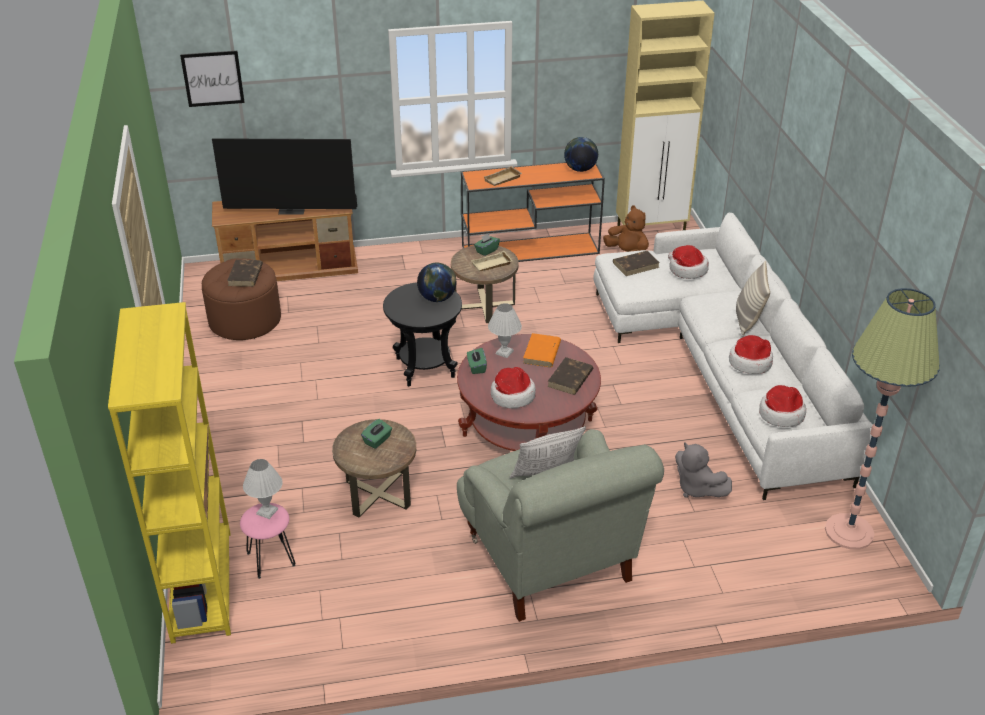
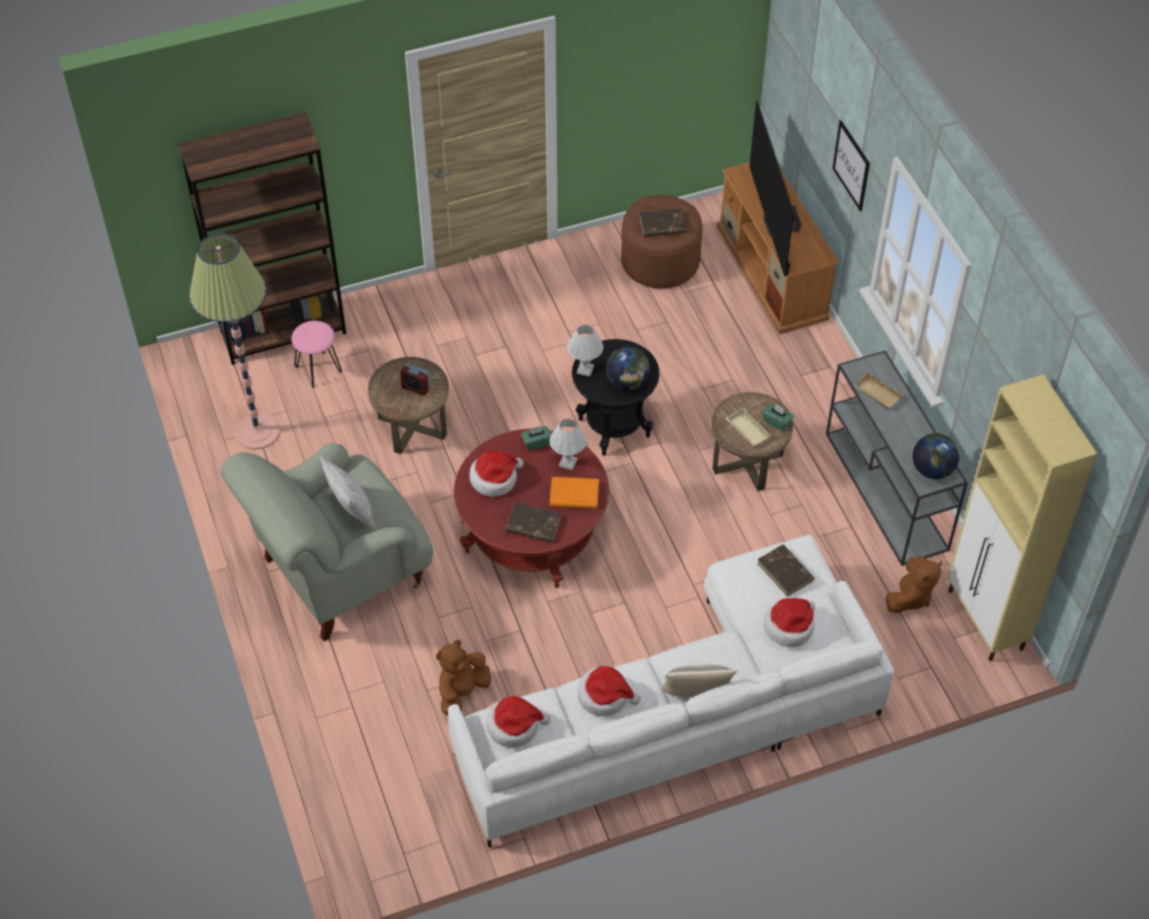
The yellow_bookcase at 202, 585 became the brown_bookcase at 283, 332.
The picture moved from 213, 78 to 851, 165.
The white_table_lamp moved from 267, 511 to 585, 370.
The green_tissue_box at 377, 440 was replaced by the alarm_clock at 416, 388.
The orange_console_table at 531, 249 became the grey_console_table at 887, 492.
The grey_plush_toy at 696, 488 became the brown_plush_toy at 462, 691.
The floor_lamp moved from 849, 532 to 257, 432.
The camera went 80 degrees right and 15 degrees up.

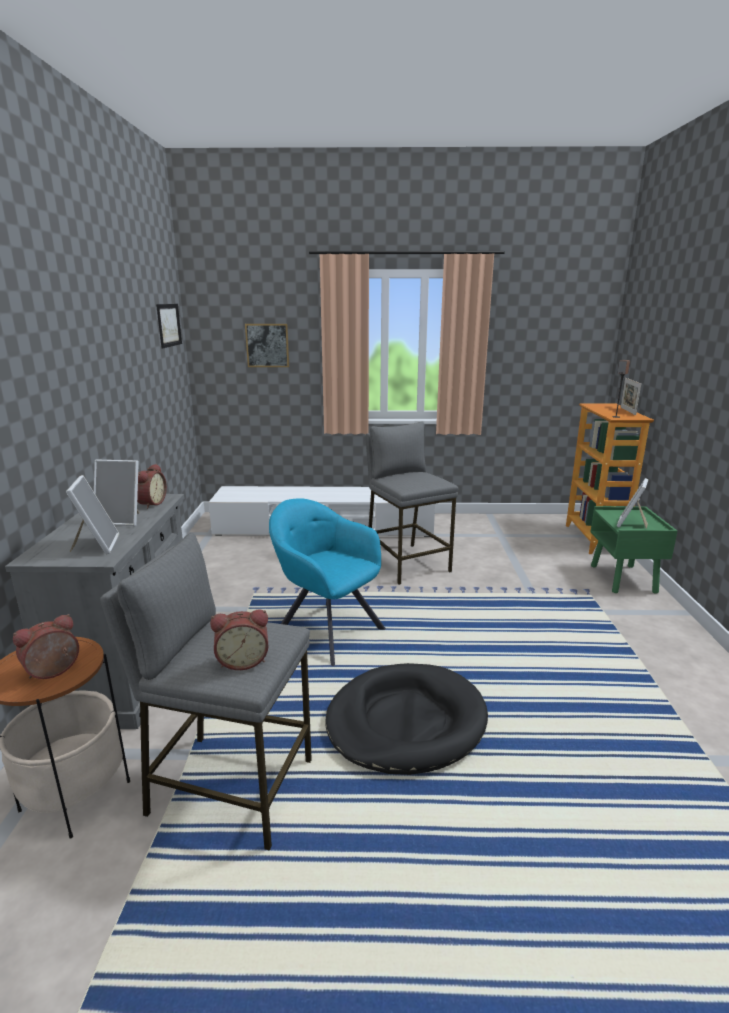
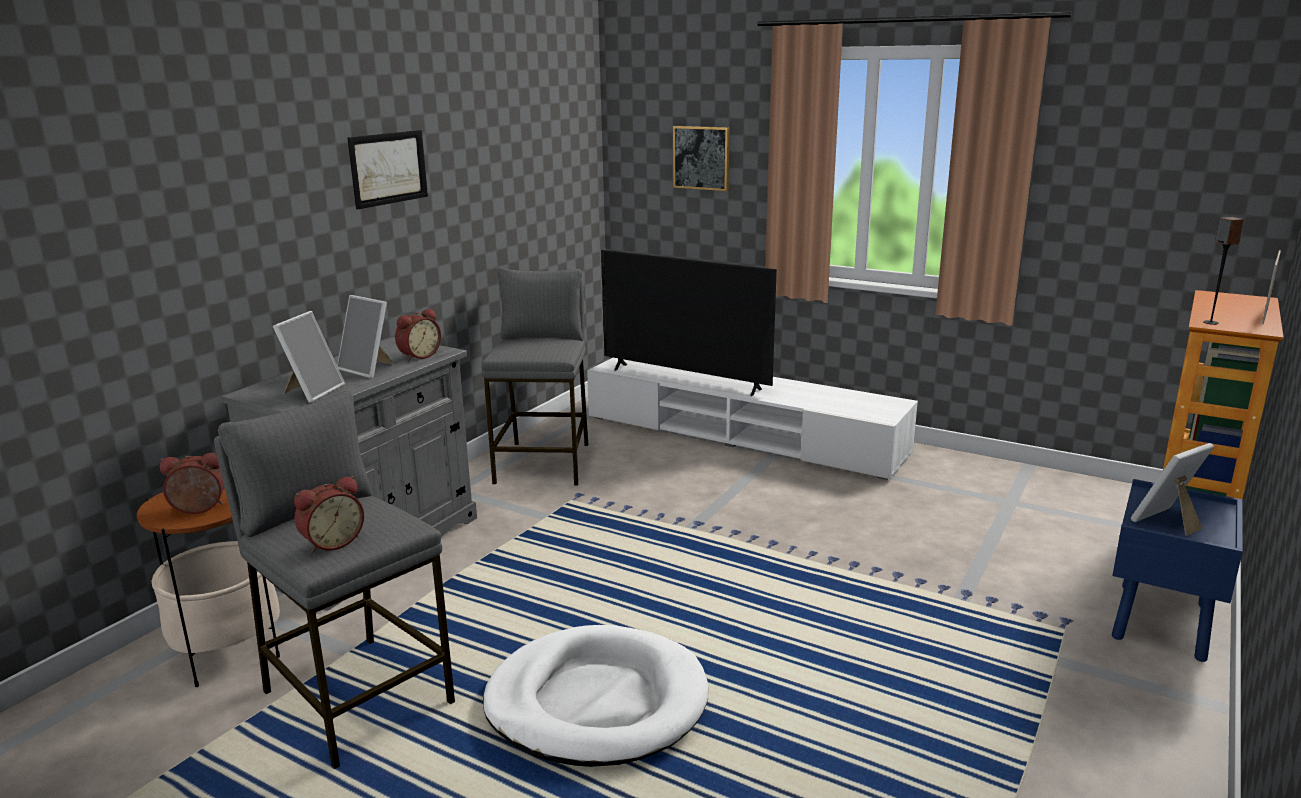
The picture moved from 169, 325 to 388, 168.
The alarm_clock at 243, 660 turned 60 degrees counterclockwise.
The turquoise_armchair at 326, 630 disappeared.
The black_dog_bed at 405, 722 became the white_dog_bed at 597, 702.
The grey_stool moved from 407, 563 to 544, 463.
The green_nightstand at 623, 579 became the blue_nightstand at 1162, 623.
The television at 685, 379 appeared.
The camera went 30 degrees right and 0 degrees up.

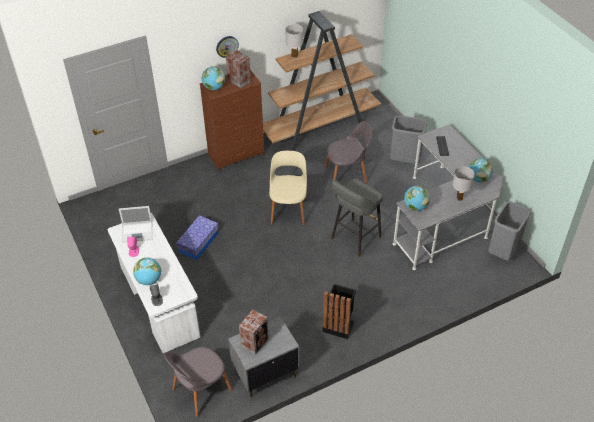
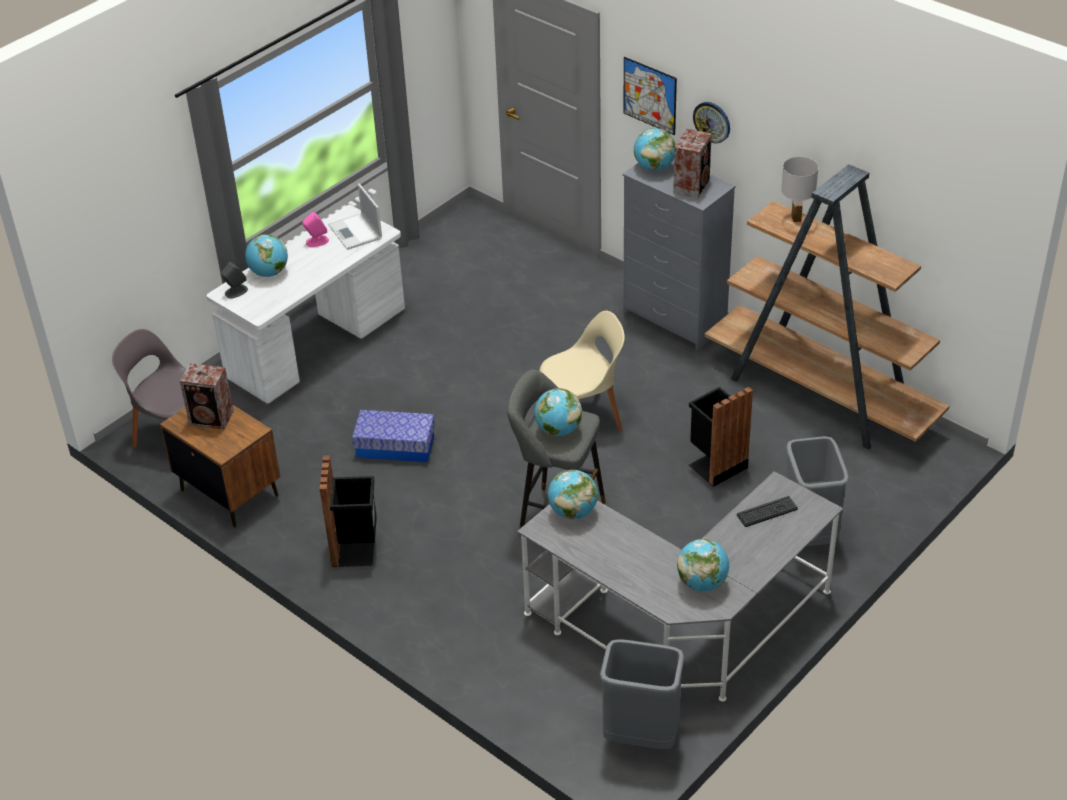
The storage_box moved from 198, 242 to 395, 446.
The brown_dresser at 237, 155 became the grey_dresser at 675, 320.
The grey_nightstand at 265, 373 became the brown_nightstand at 229, 492.
The grey_chair at 347, 174 was replaced by the black_trash_can at 715, 465.
The white_table_lamp at 459, 198 disappeared.
The globe at 558, 430 appeared.
The picture at 650, 95 appeared.
The camera went 70 degrees right and 5 degrees down.

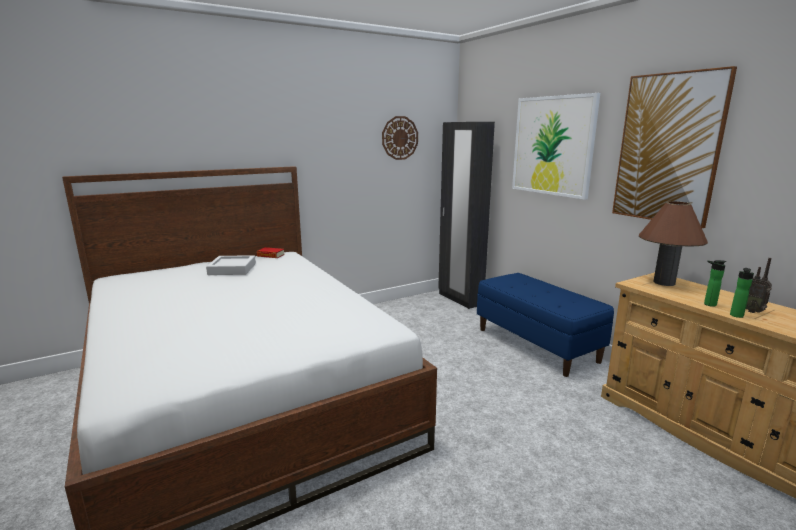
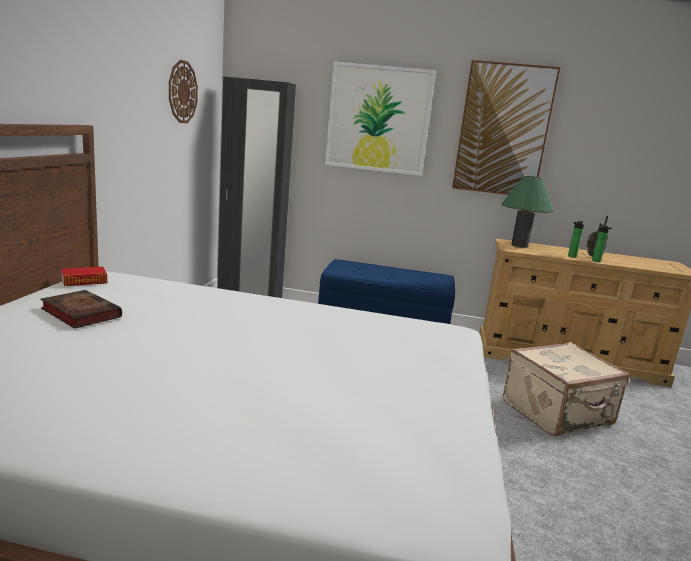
The grey_tray at 232, 269 was replaced by the book at 79, 313.
The brown_table_lamp at 664, 282 became the green_table_lamp at 519, 245.
The beige_suitcase at 558, 414 appeared.
The camera went 50 degrees left and 0 degrees up.

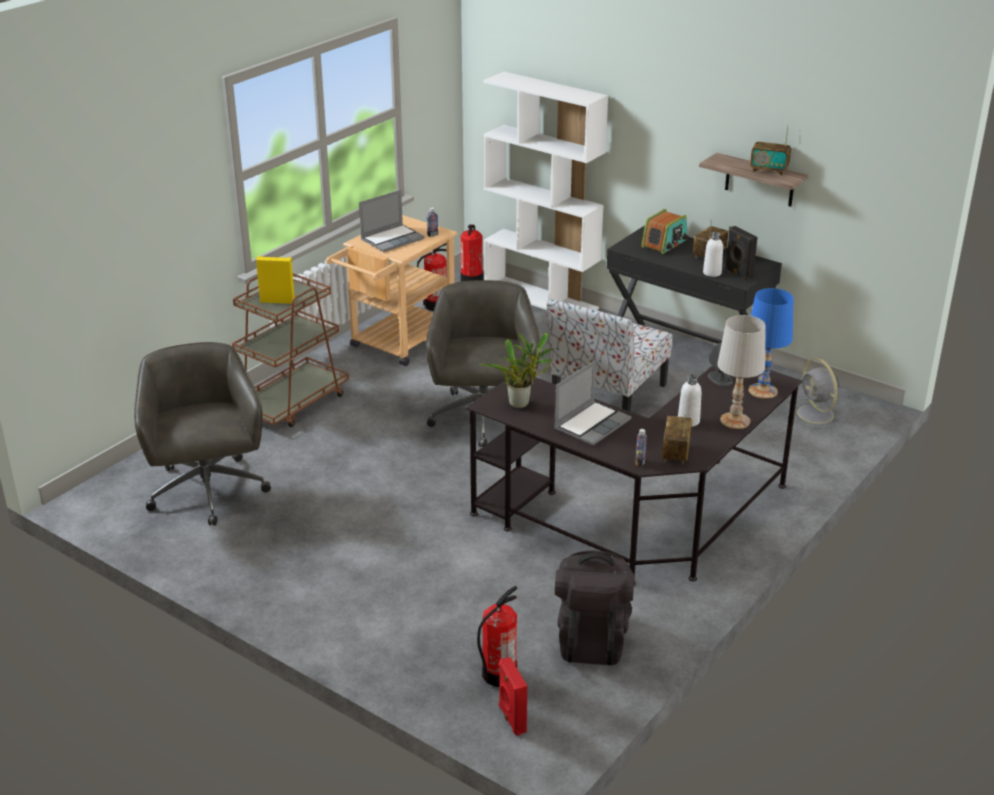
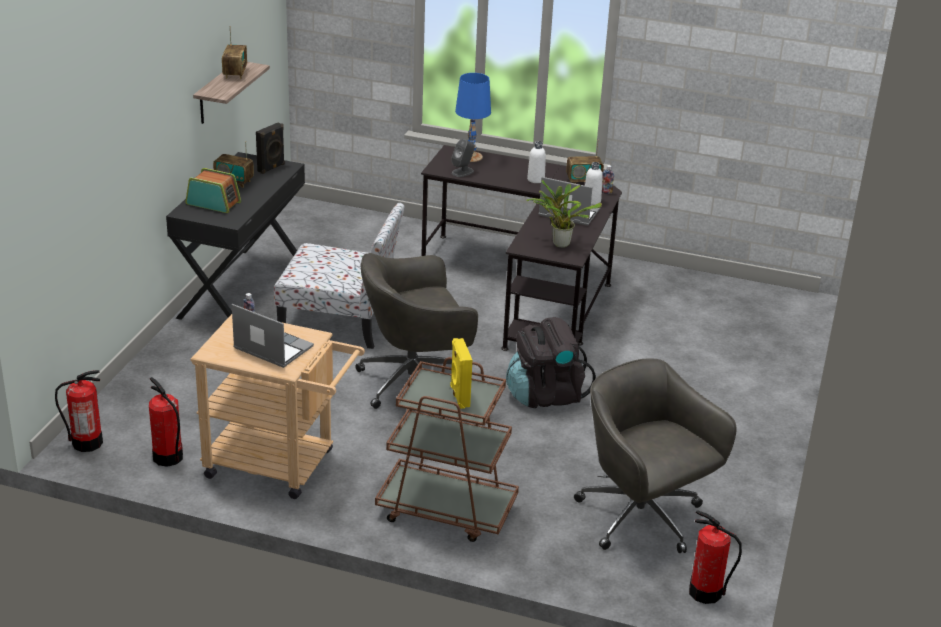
The grey_office_chair at 208, 493 turned 90 degrees clockwise.
The fire_extinguisher moved from 498, 675 to 705, 592.
The white_bookcase at 541, 298 disappeared.
The red_speaker at 511, 719 disappeared.
The black_backpack moved from 592, 639 to 545, 395.
The white_bottle moved from 712, 273 to 592, 201.
The white_table_lamp at 735, 420 disappeared.
The grey_fan at 816, 415 disappeared.
The camera went 110 degrees left and 0 degrees up.

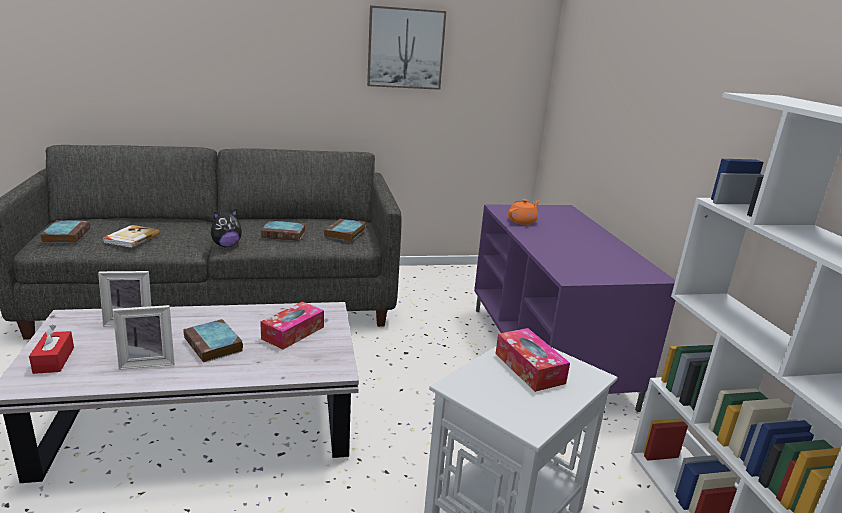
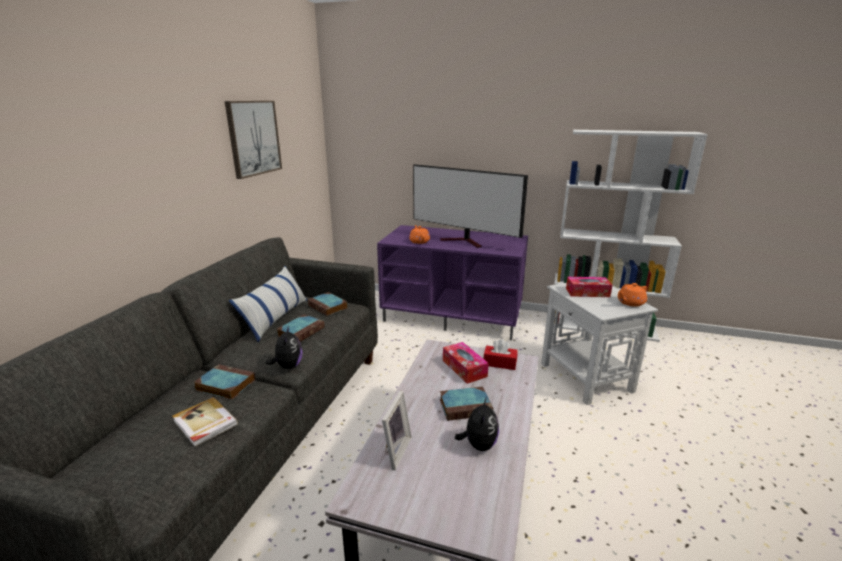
The red_tissue_box moved from 54, 360 to 499, 363.
The book moved from 66, 235 to 224, 385.
The picture_frame at 148, 361 was replaced by the plush_toy at 479, 445.
The pillow at 275, 318 appeared.
The television at 465, 241 appeared.
The orange_teapot at 630, 303 appeared.
The camera went 60 degrees left and 0 degrees up.

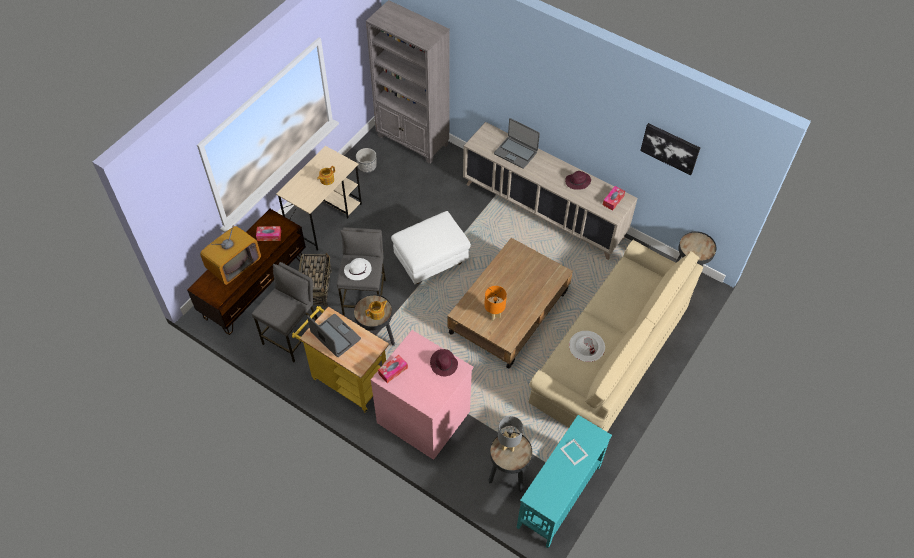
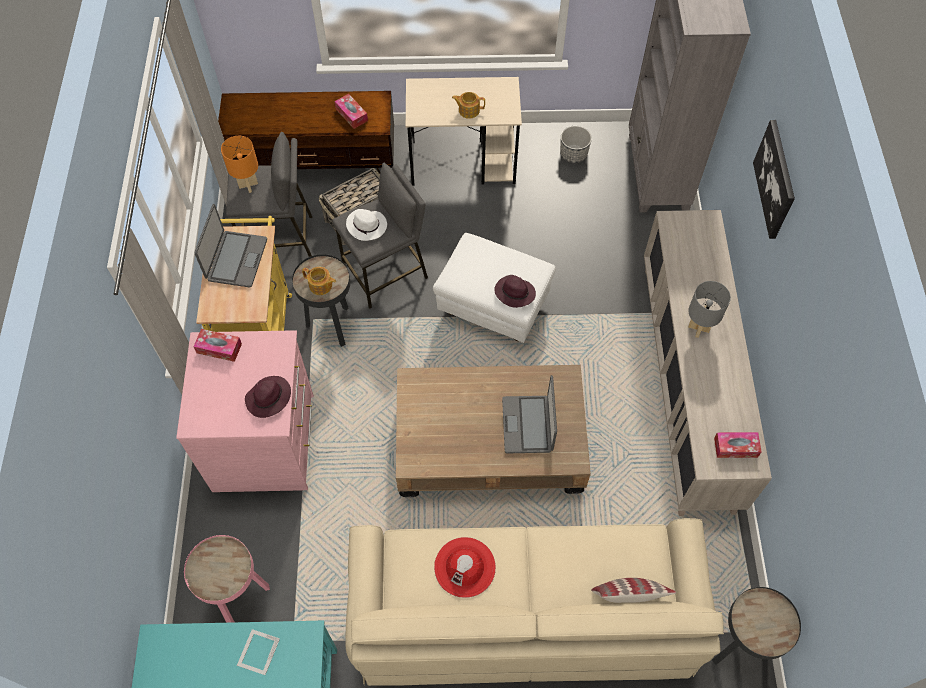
The television at 234, 264 disappeared.
The orange_table_lamp moved from 494, 315 to 248, 185.
The black_side_table at 507, 477 became the pink_side_table at 240, 596.
The laptop moved from 516, 153 to 528, 425.
The grey_table_lamp moved from 508, 445 to 699, 328.
The purple_hat moved from 577, 182 to 514, 293.
The white_hat at 587, 346 became the red_hat at 465, 567.
The picture moved from 670, 148 to 775, 179.
The pillow at 627, 597 appeared.
The camera went 55 degrees right and 5 degrees up.

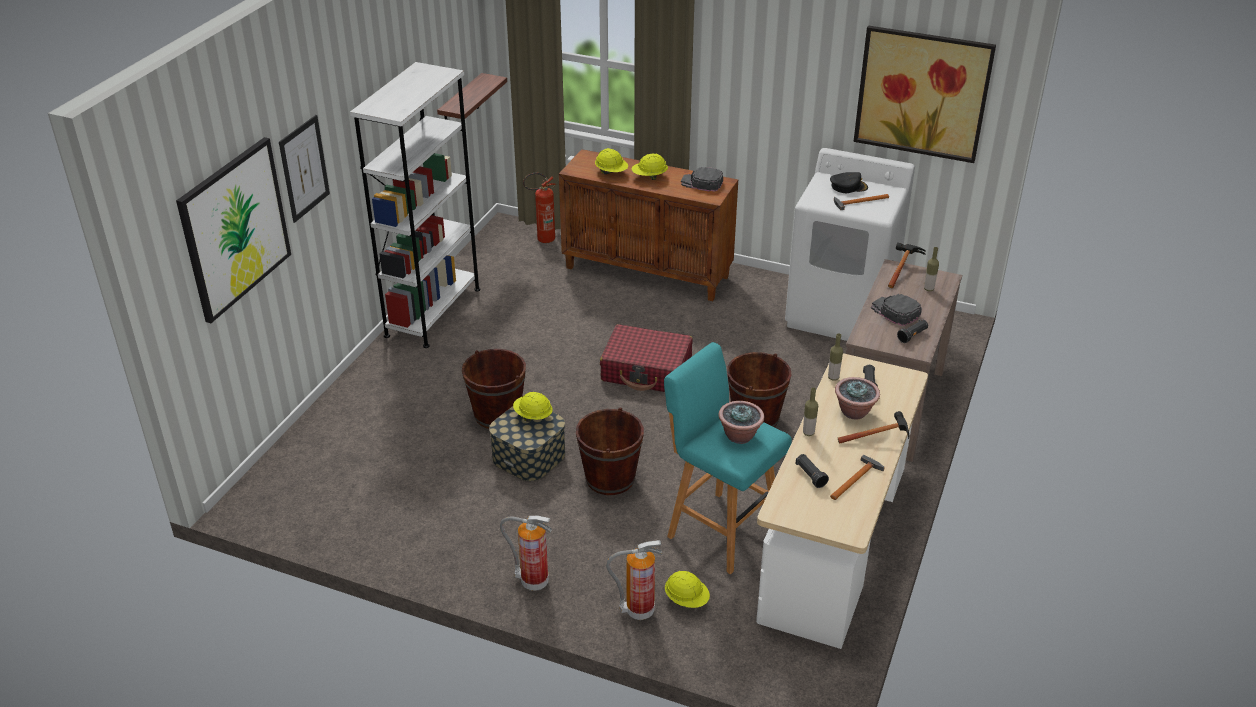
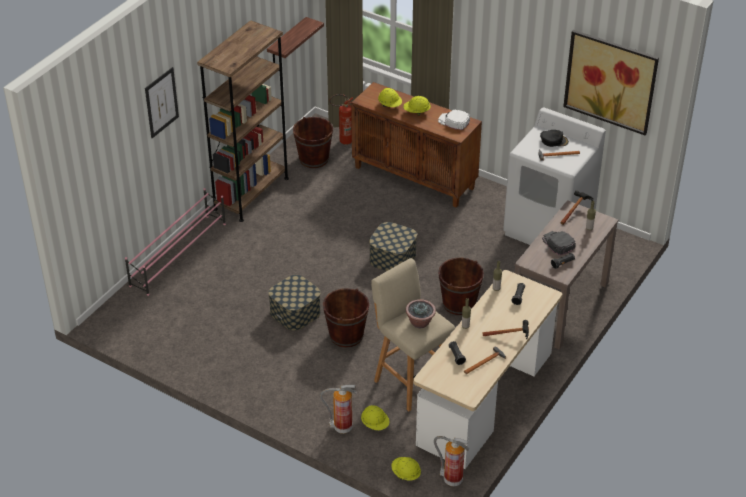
The picture at 235, 228 disappeared.
The white_bookcase at 433, 312 became the brown_bookcase at 251, 193.
The brown_bucket moved from 497, 415 to 313, 159.
The fire_extinguisher moved from 533, 582 to 451, 479.
The yellow_hard_hat moved from 533, 416 to 405, 474.
The red_suitcase at 647, 370 was replaced by the storage_box at 392, 258.
The turquoise_stool at 720, 530 became the beige_stool at 411, 381.
The black_cap at 702, 183 became the white_cap at 453, 121.
The potted_plant at 854, 412 disappeared.
The pink_shoe_rack at 179, 254 appeared.
The camera went 10 degrees right and 5 degrees up.

